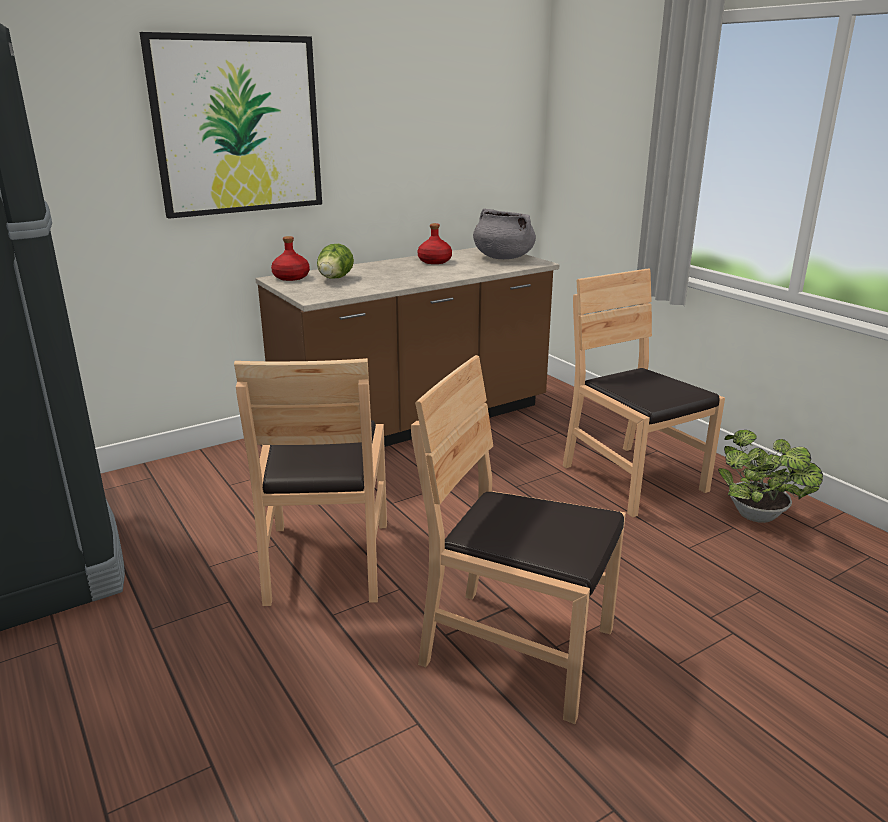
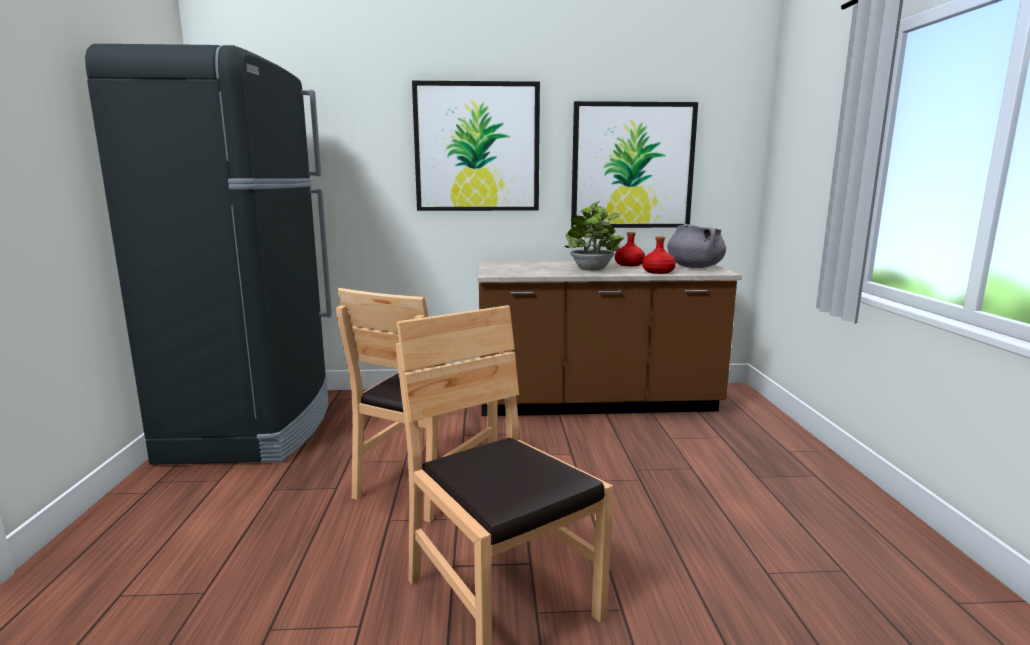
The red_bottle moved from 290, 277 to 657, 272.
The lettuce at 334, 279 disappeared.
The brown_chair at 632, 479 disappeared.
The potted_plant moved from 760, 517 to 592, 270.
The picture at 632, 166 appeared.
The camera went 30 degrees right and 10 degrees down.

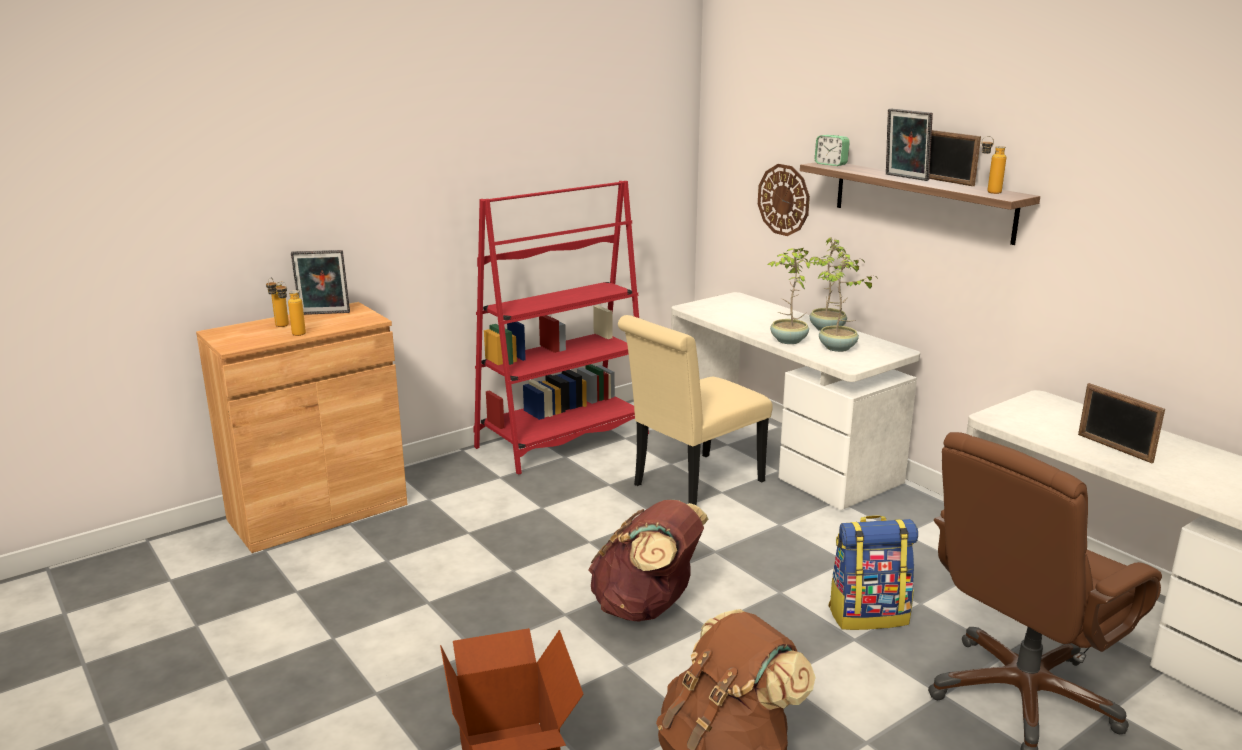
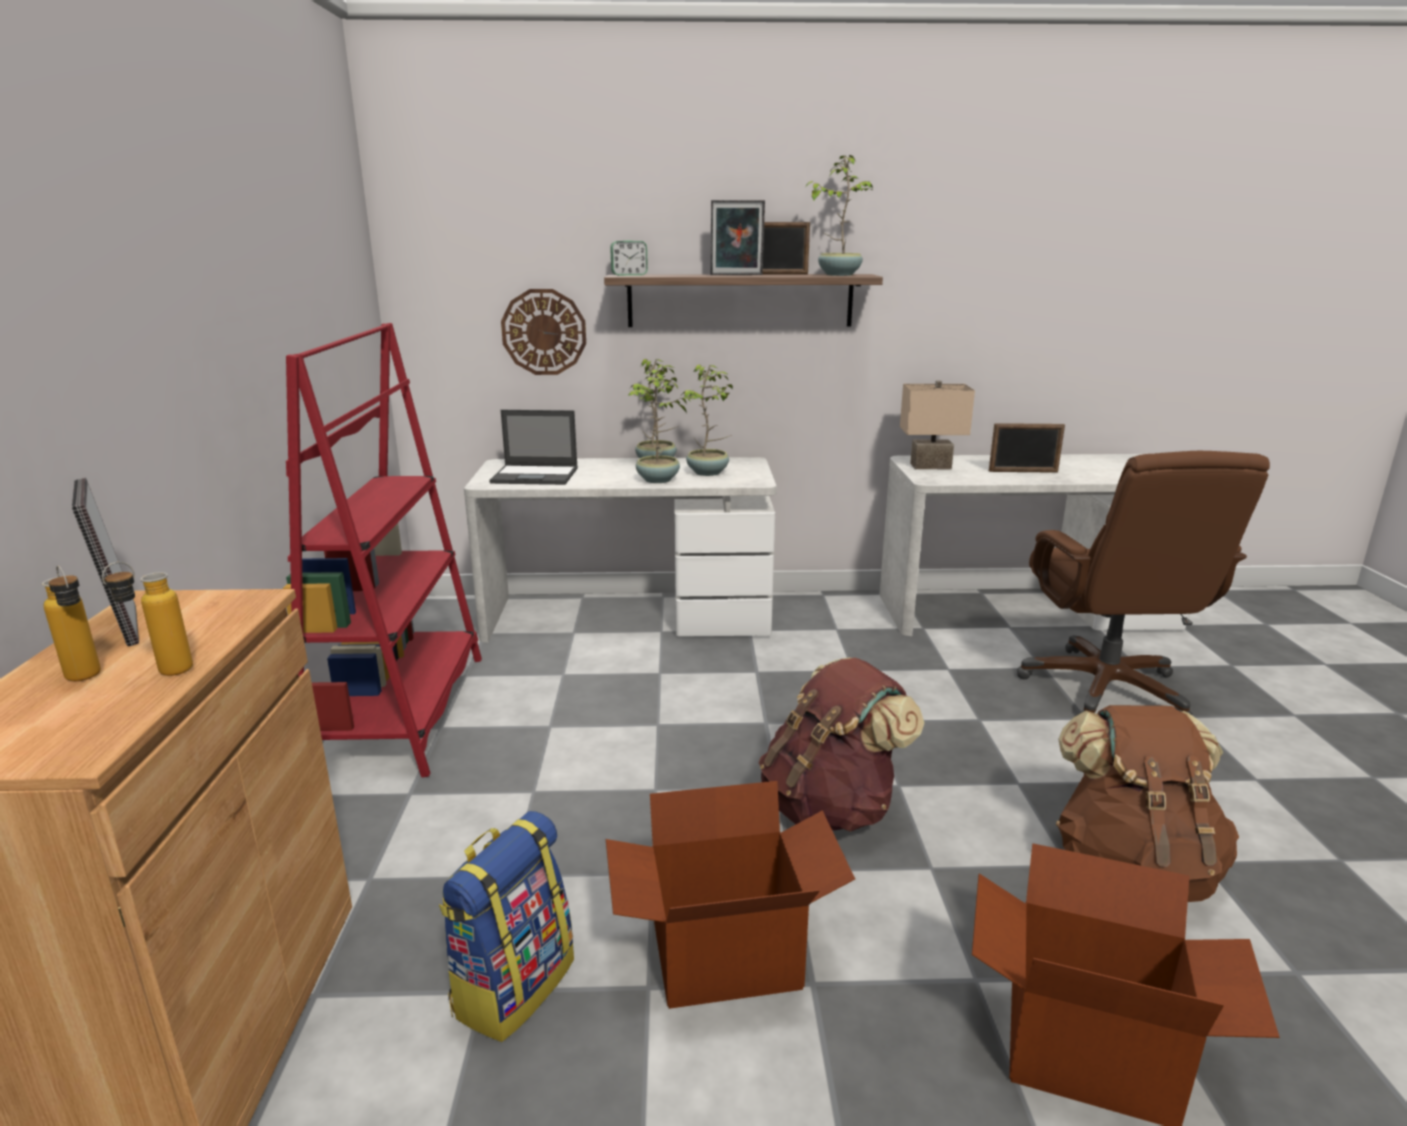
The picture_frame at 324, 314 turned 120 degrees clockwise.
The beige_chair at 692, 486 disappeared.
The backpack moved from 868, 615 to 513, 985.
The bottle at 988, 192 was replaced by the potted_plant at 838, 275.
The laptop at 536, 475 appeared.
The cardboard_box at 726, 958 appeared.
The beige_table_lamp at 930, 465 appeared.
The camera went 55 degrees left and 0 degrees up.

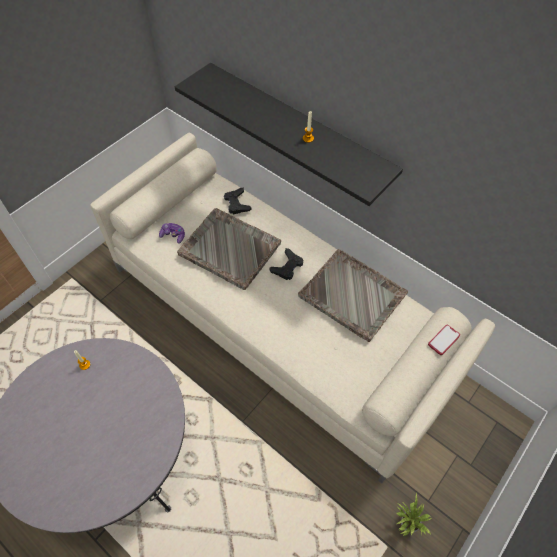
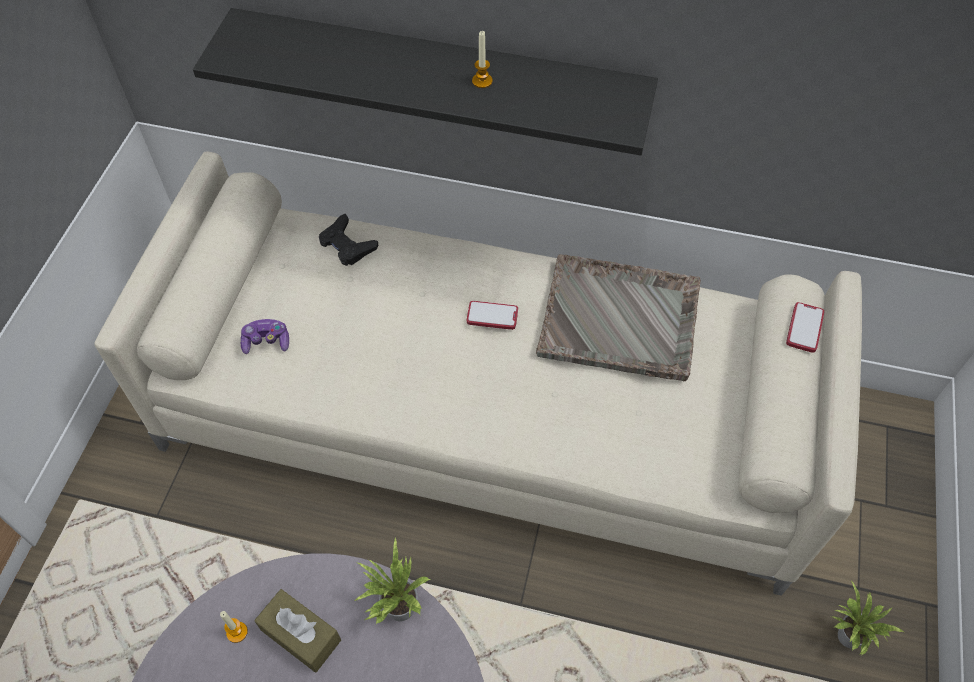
The grey_tray at 229, 248 disappeared.
The black_game_controller at 287, 267 was replaced by the phone at 492, 316.
The brown_tissue_box at 301, 635 appeared.
The potted_plant at 396, 608 appeared.
The camera went 25 degrees left and 0 degrees up.

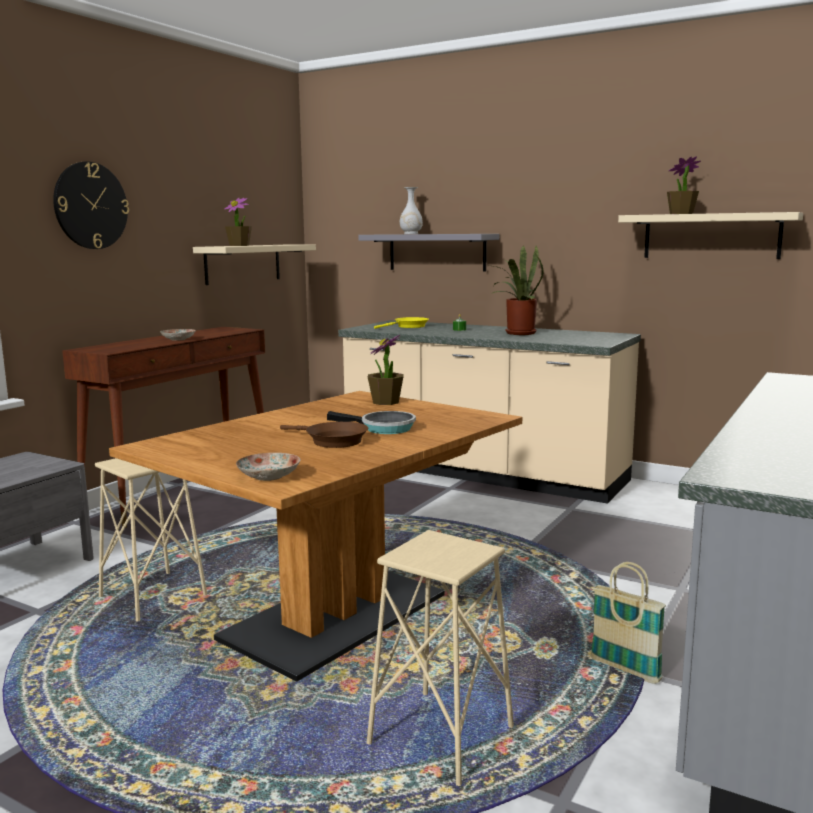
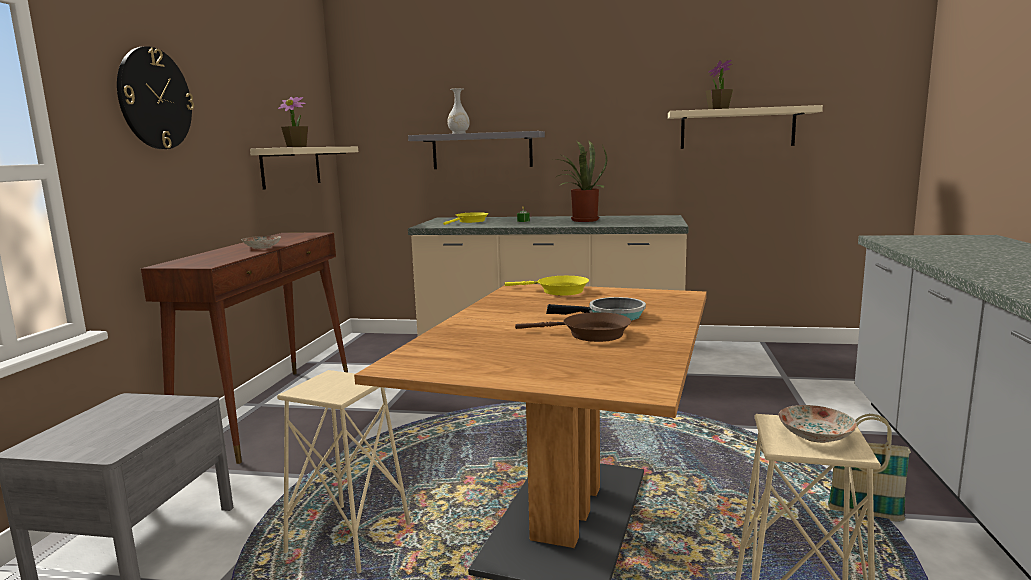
The plate moved from 269, 476 to 814, 435.
The potted_plant at 386, 402 was replaced by the yellow_frying_pan at 558, 291.
The camera went 20 degrees left and 0 degrees up.

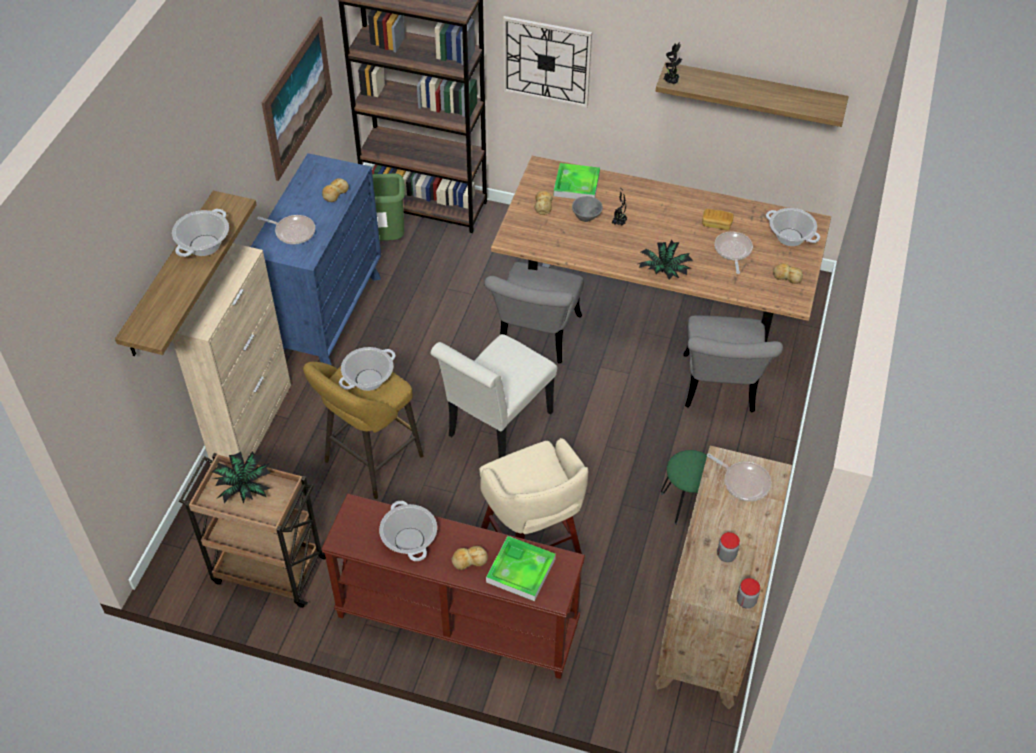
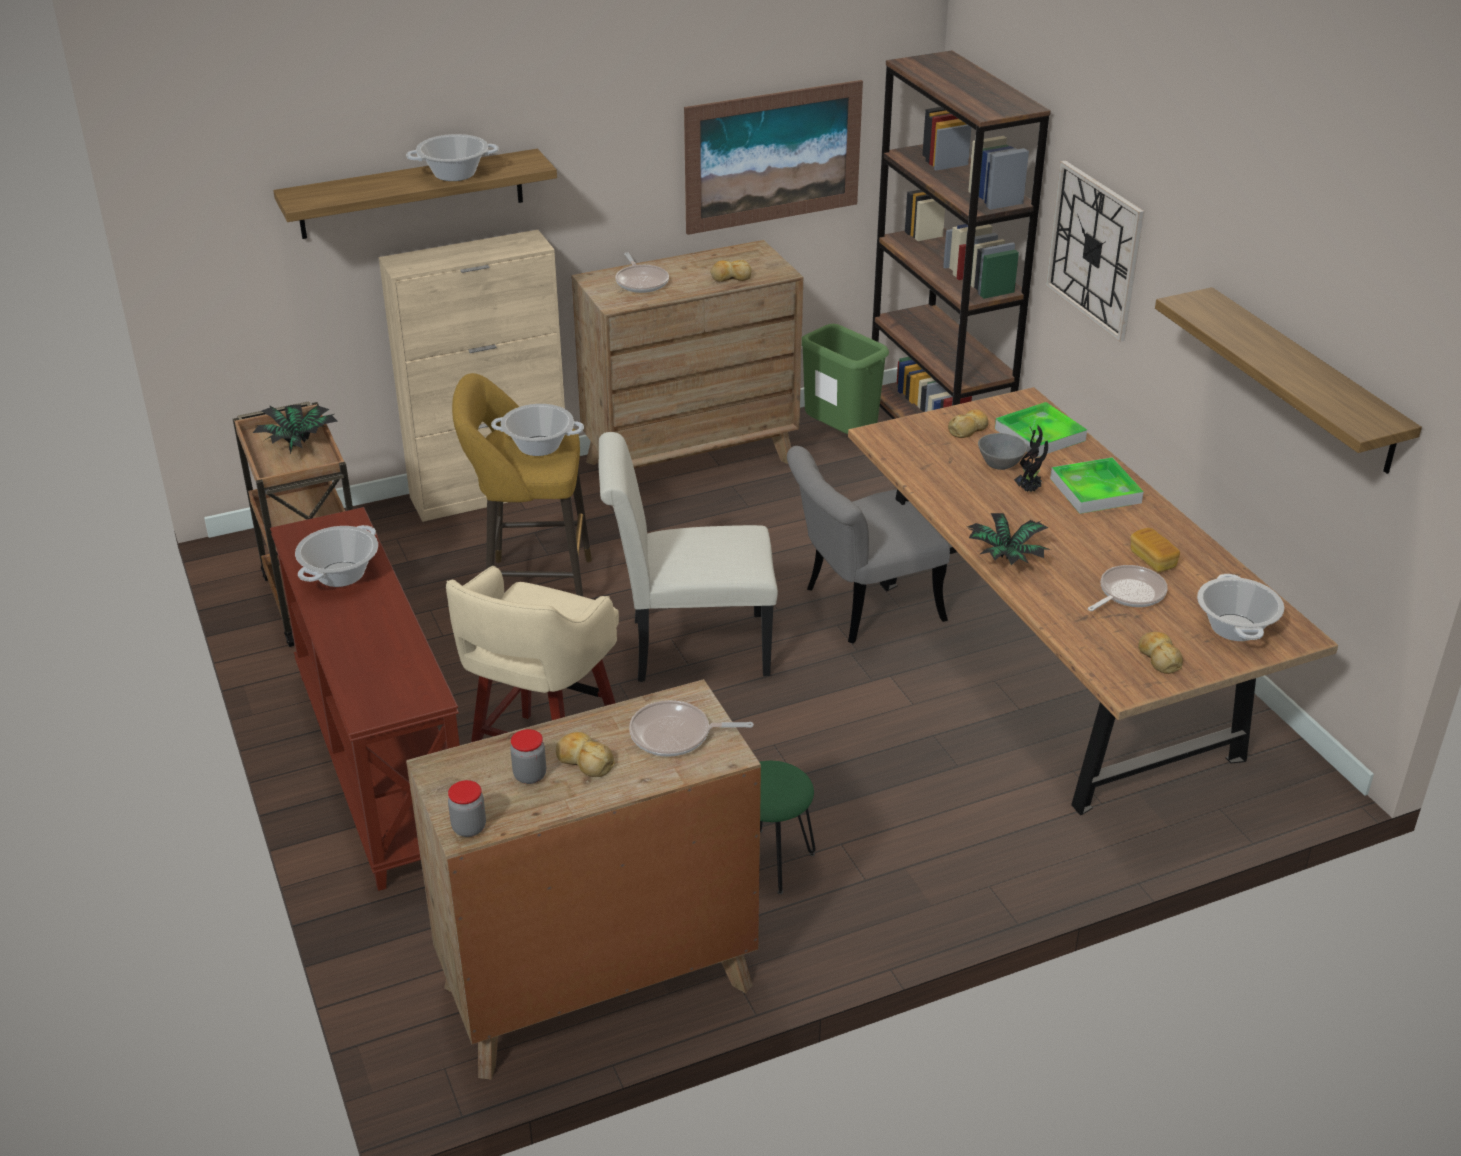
The blue_dresser at 327, 317 became the brown_dresser at 690, 461.
The bread moved from 469, 560 to 584, 761.
The tray moved from 521, 570 to 1095, 490.
The potted_plant at 671, 82 disappeared.
The grey_chair at 719, 391 disappeared.
The frying_pan at 744, 482 turned 90 degrees clockwise.
The camera went 50 degrees right and 15 degrees down.

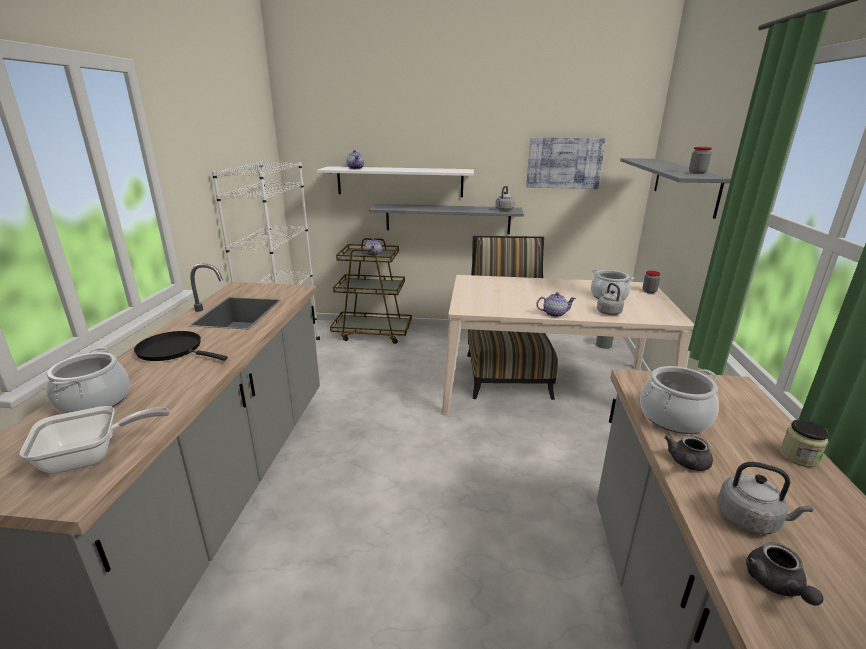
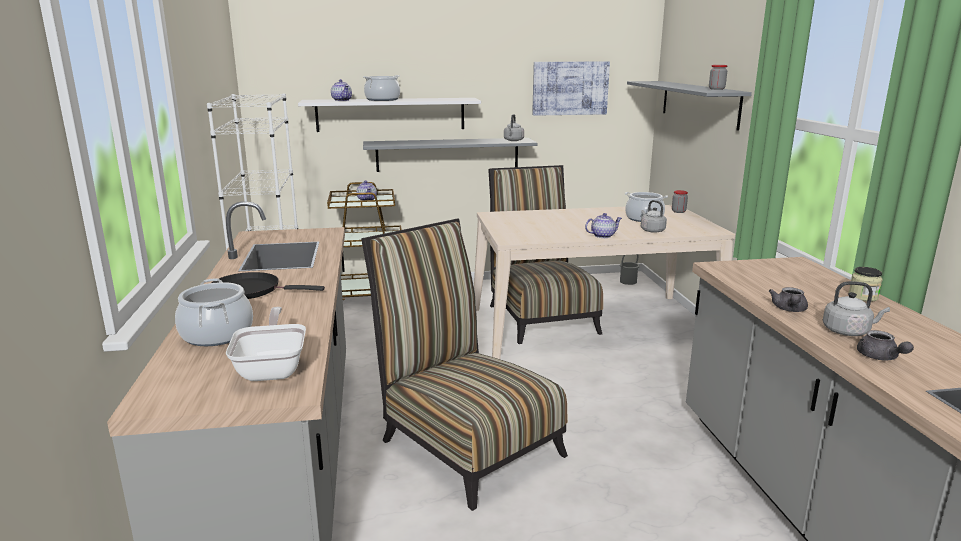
The frying_pan at 92, 456 turned 60 degrees counterclockwise.
The cooking_pot moved from 674, 417 to 382, 100.
The chair at 465, 442 appeared.
The camera went 15 degrees left and 5 degrees down.

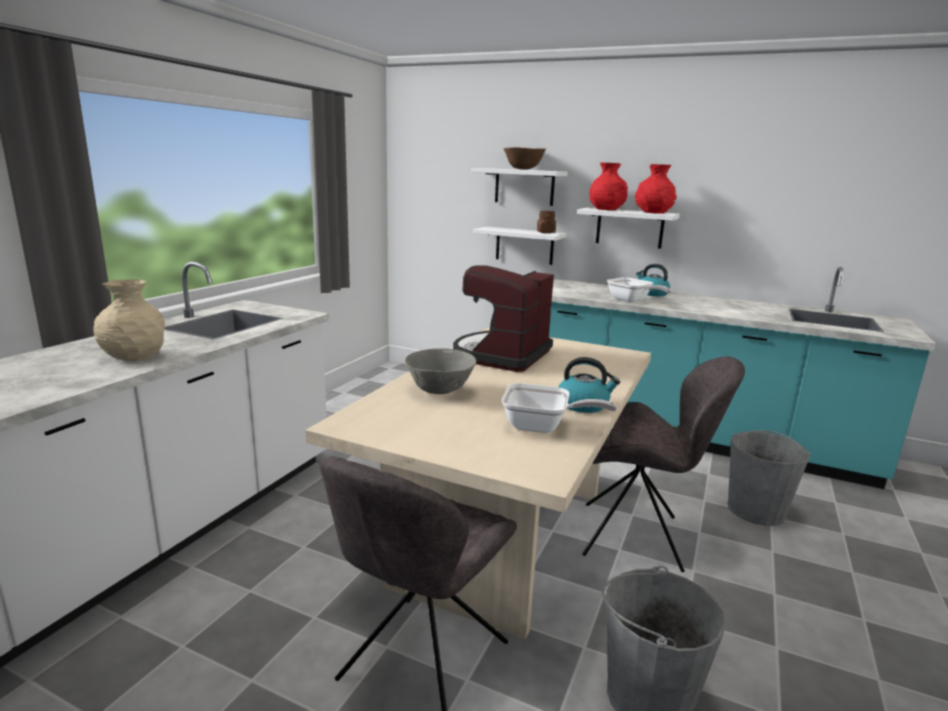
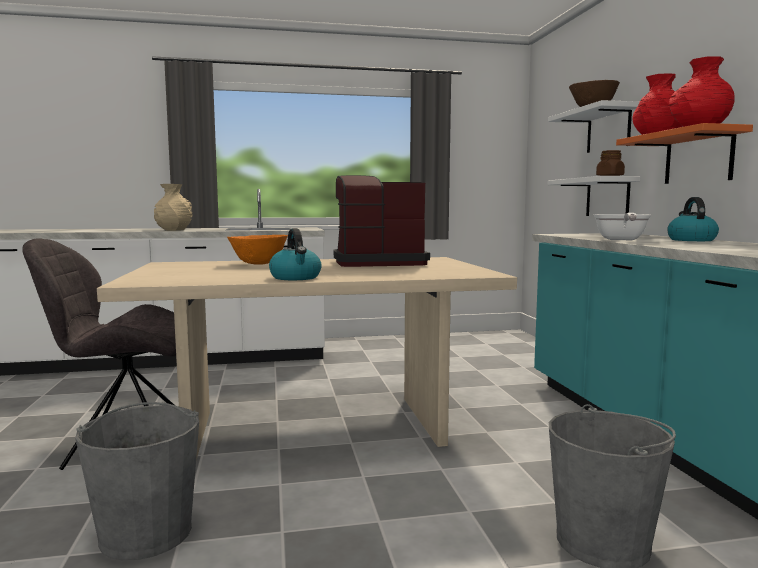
The grey_bowl at 440, 391 became the orange_bowl at 259, 264.
The frying_pan at 542, 427 disappeared.
The white_shelf at 629, 228 became the orange_shelf at 698, 157.
The grey_chair at 636, 537 disappeared.
The camera went 55 degrees right and 10 degrees down.

